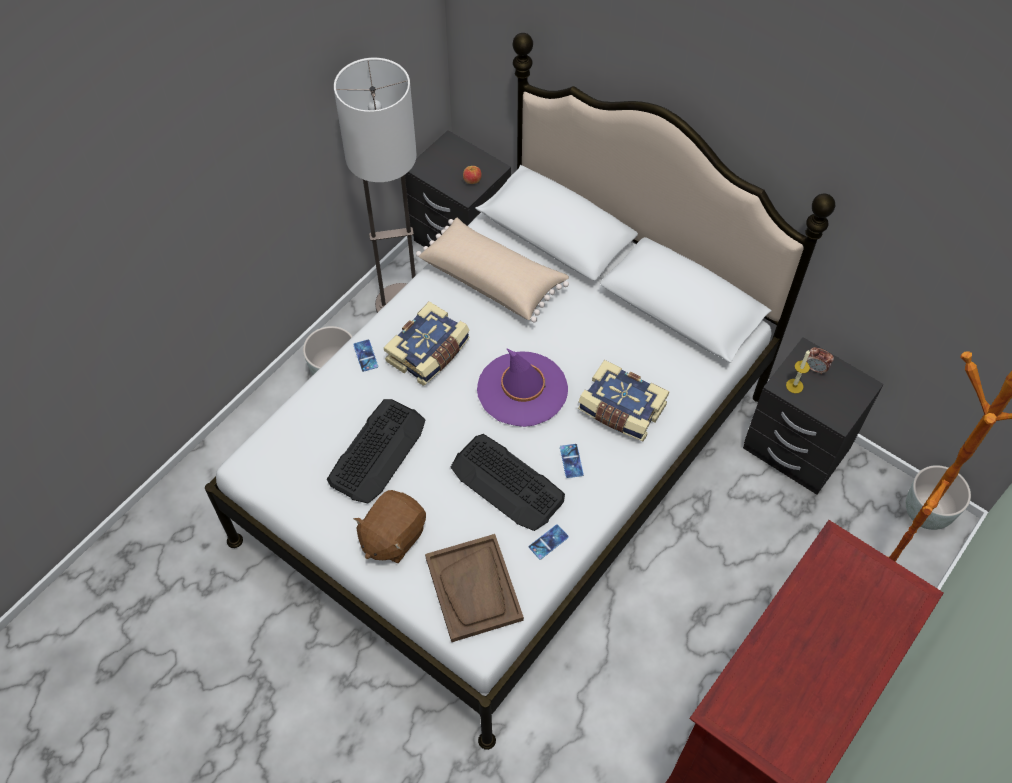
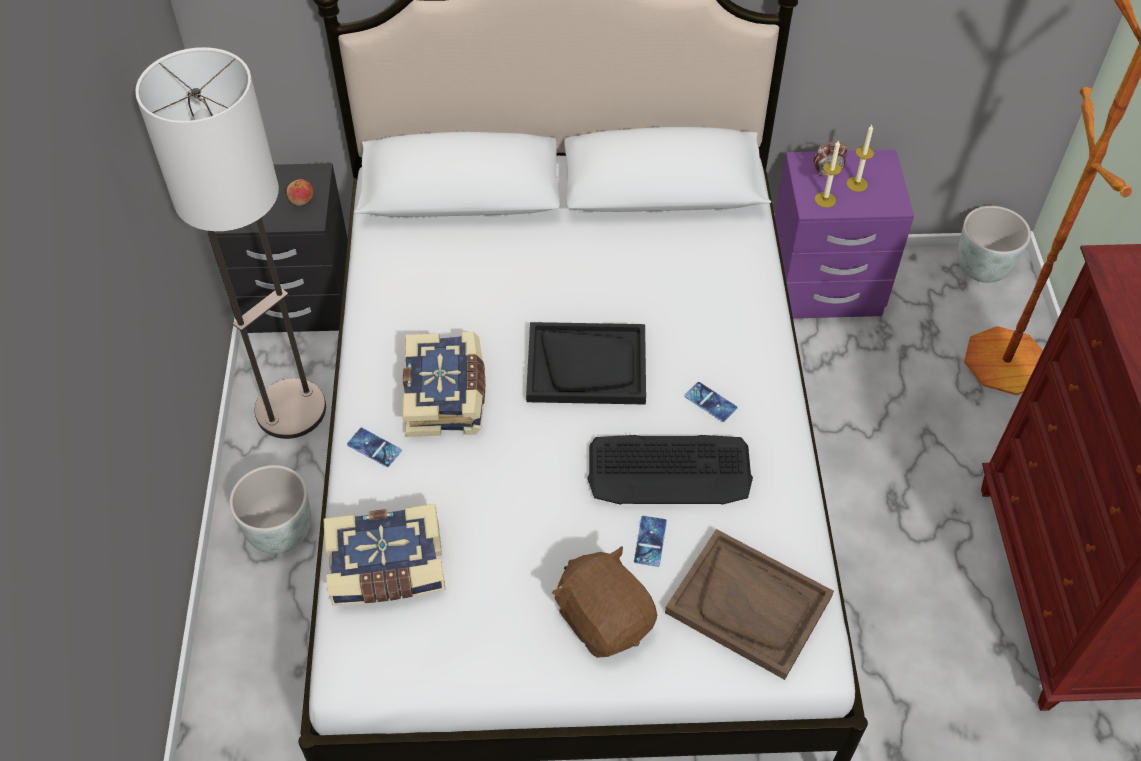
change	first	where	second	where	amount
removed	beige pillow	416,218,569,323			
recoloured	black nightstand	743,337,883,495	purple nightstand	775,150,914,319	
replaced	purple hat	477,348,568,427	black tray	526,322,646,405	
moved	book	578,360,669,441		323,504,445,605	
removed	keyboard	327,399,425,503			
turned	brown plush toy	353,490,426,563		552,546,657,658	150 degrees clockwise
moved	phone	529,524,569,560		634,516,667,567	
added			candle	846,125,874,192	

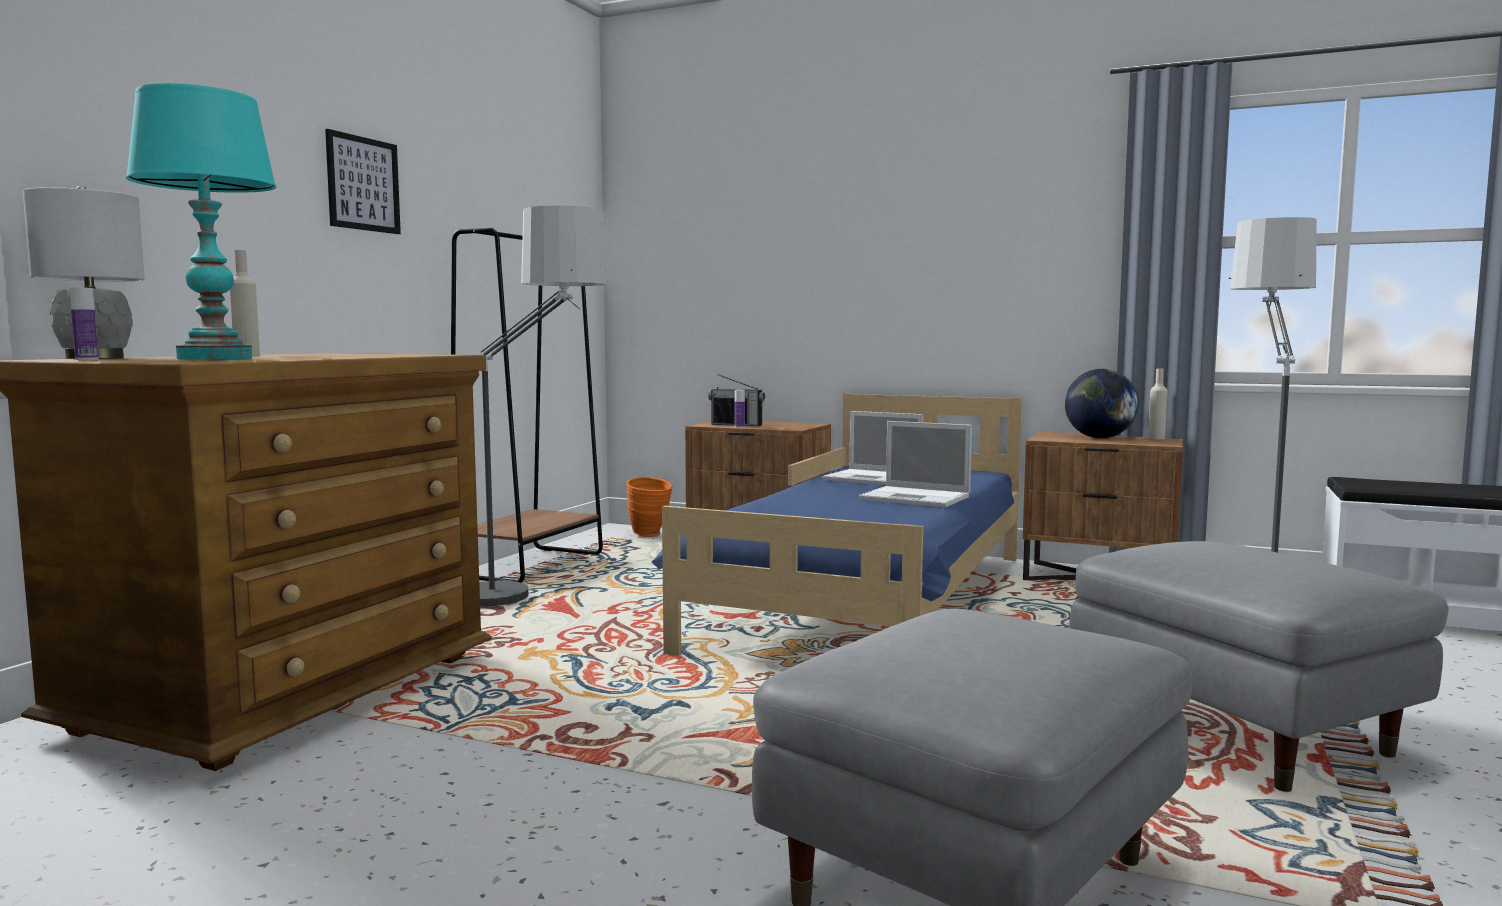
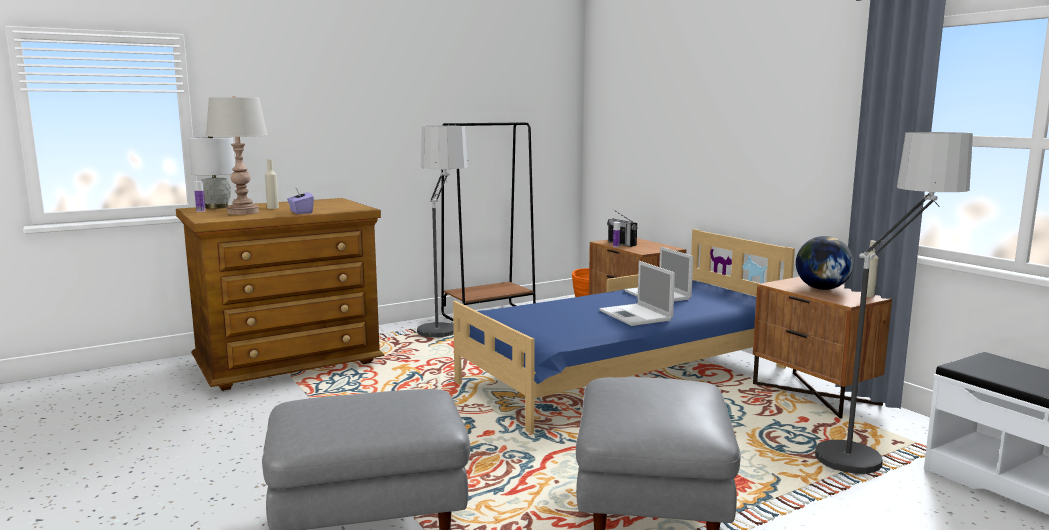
change	first	where	second	where	amount
recoloured	turquoise table lamp	126,83,276,360	grey table lamp	206,96,268,215	
removed	picture	325,129,401,234			
added			purple tissue box	287,187,314,214	

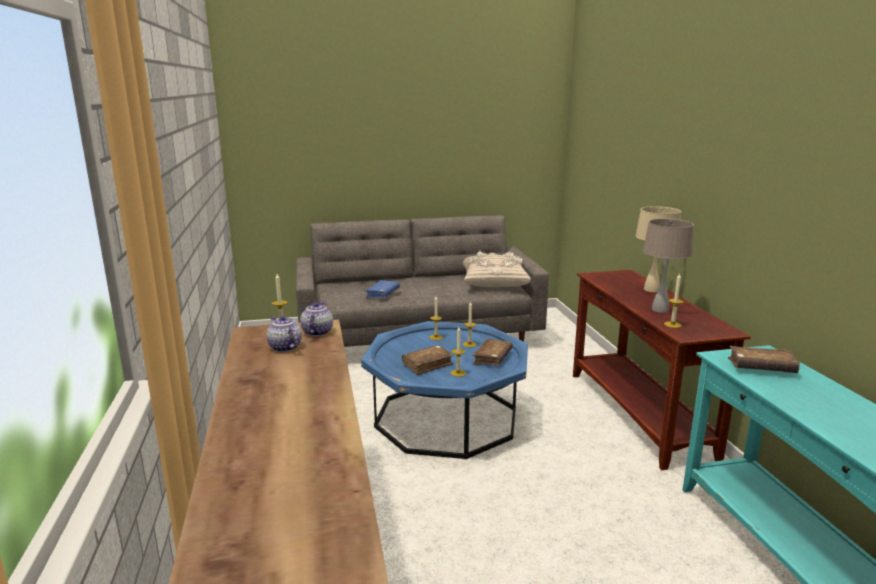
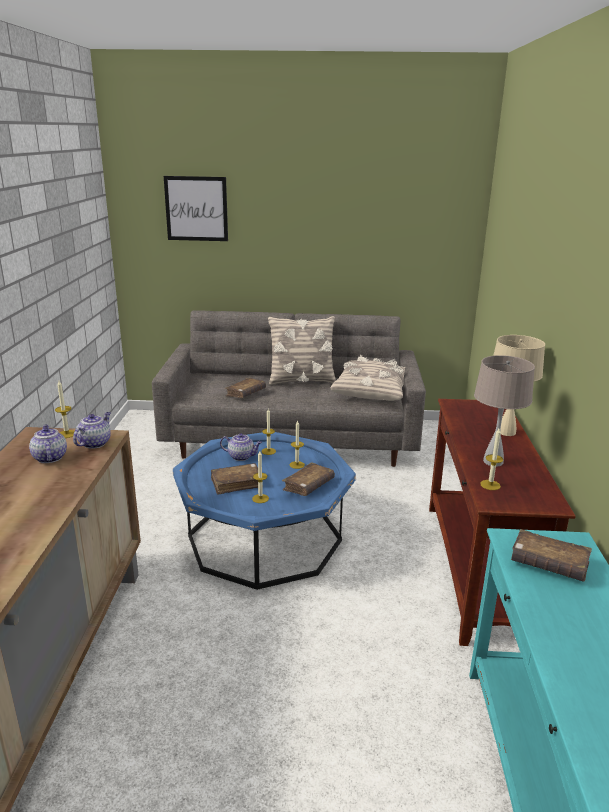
change	first	where	second	where	amount
recoloured	blue book	365,280,400,298	brown book	225,377,266,398	
added			picture	164,176,228,241	
added			beige pillow	268,316,336,385	
added			teapot	220,433,262,461	

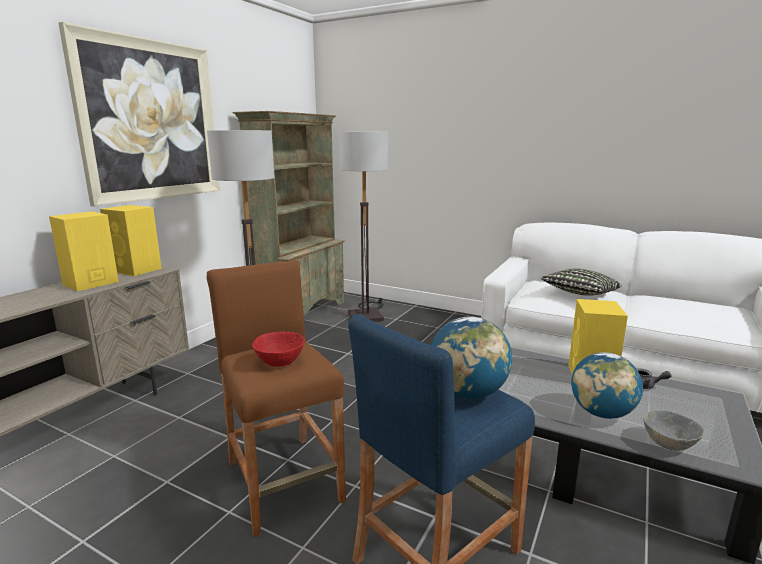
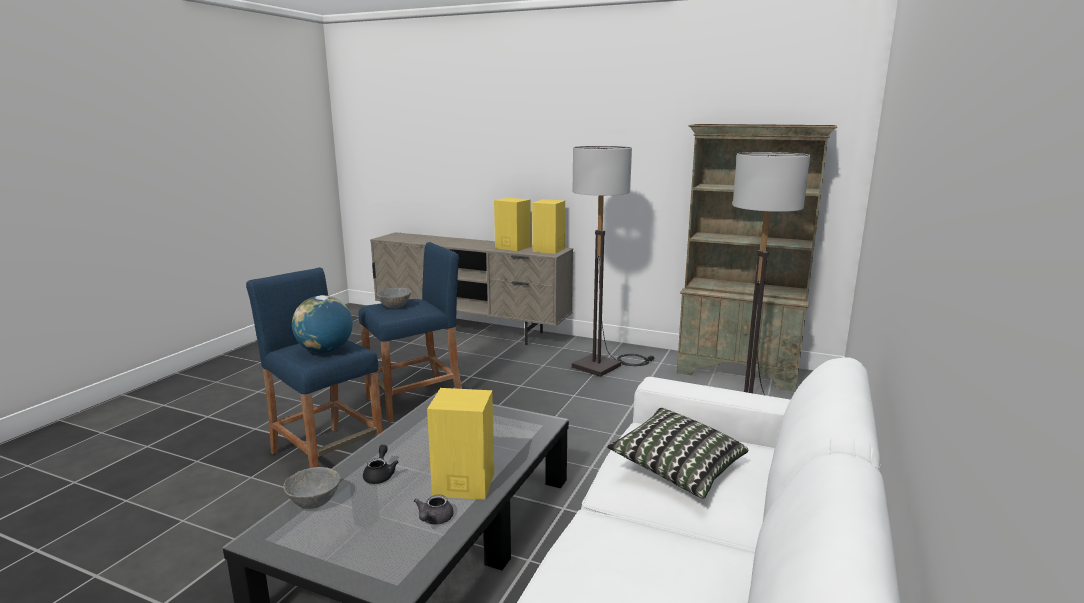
change	first	where	second	where	amount
removed	picture	58,22,220,206			
recoloured	brown stool	207,260,346,537	blue stool	358,242,462,423	
recoloured	red bowl	252,332,305,367	grey bowl	377,288,411,309	
replaced	globe	571,352,643,419	black teapot	363,445,398,484	

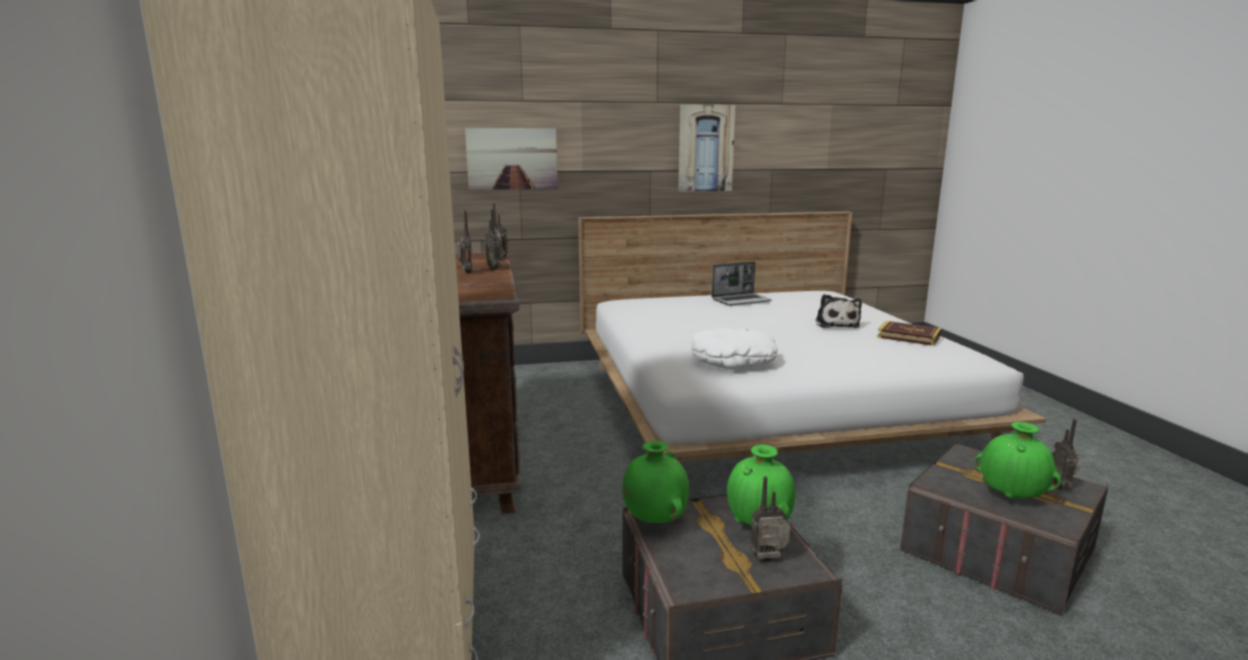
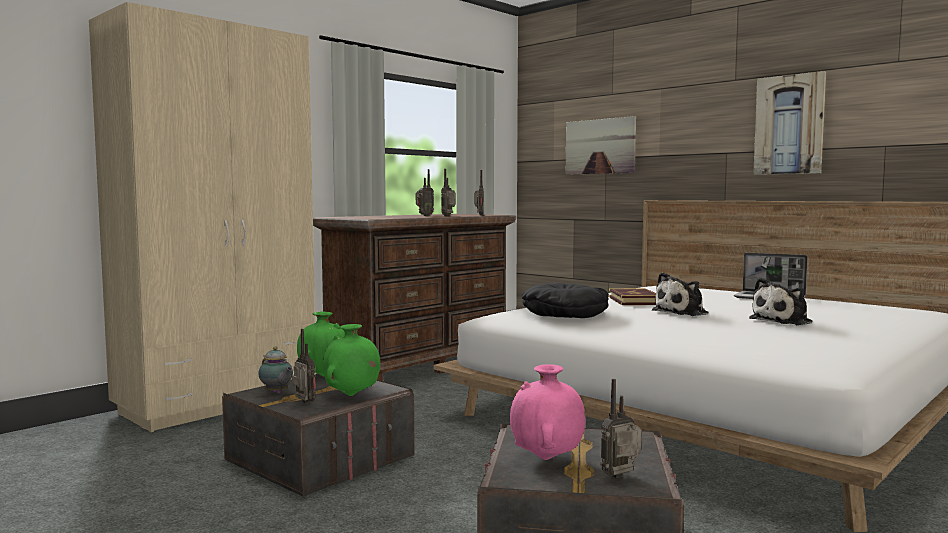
change	first	where	second	where	amount
moved	book	877,321,941,346		609,288,656,305	
recoloured	white pillow	691,328,778,369	black pillow	521,282,609,318	
recoloured	green vase	975,422,1062,499	pink vase	510,364,586,460	
added			plush toy	652,272,709,316	
added			teapot	258,347,293,394	

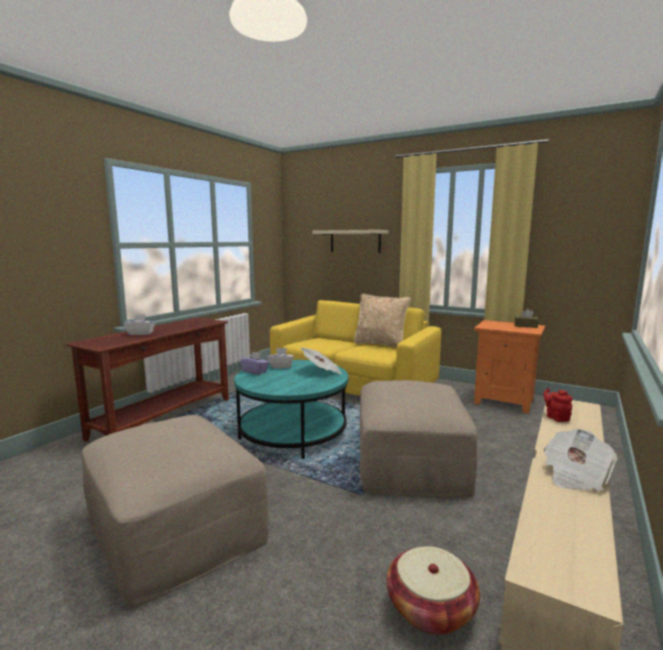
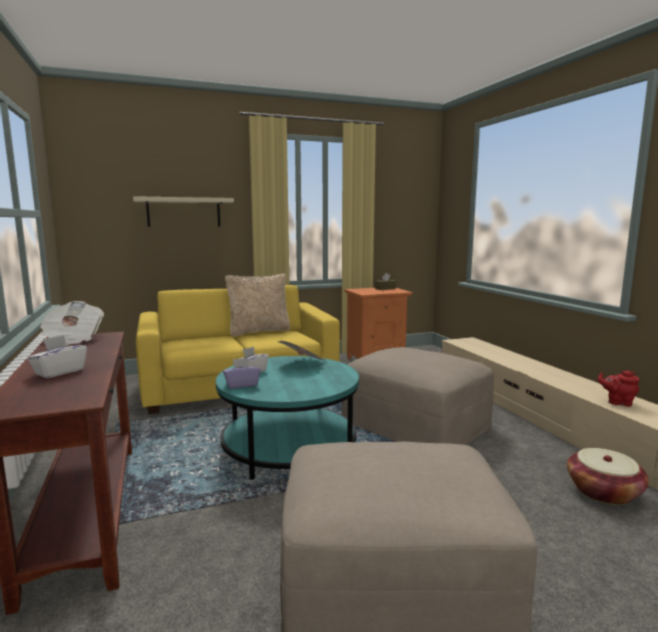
change	first	where	second	where	amount
moved	red teapot	543,388,573,422		598,371,640,406	
moved	newspaper	544,429,618,491		40,301,104,346	

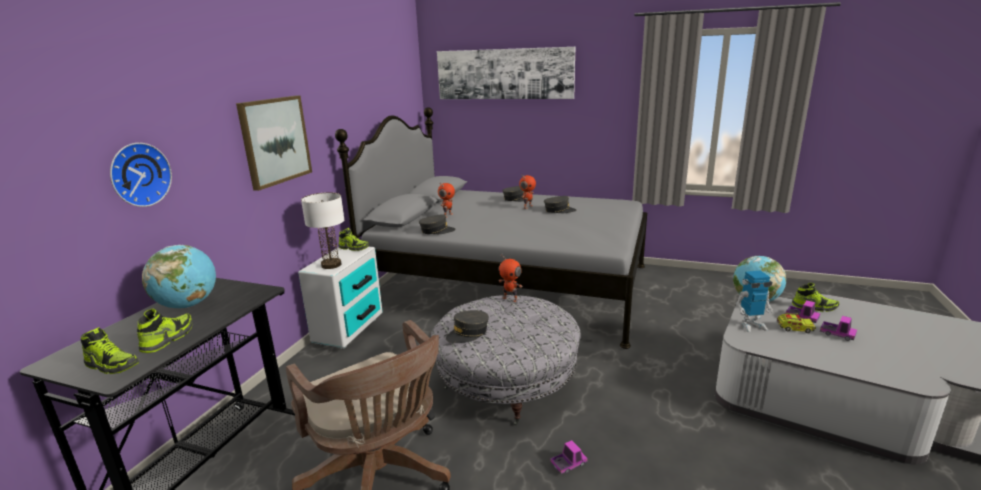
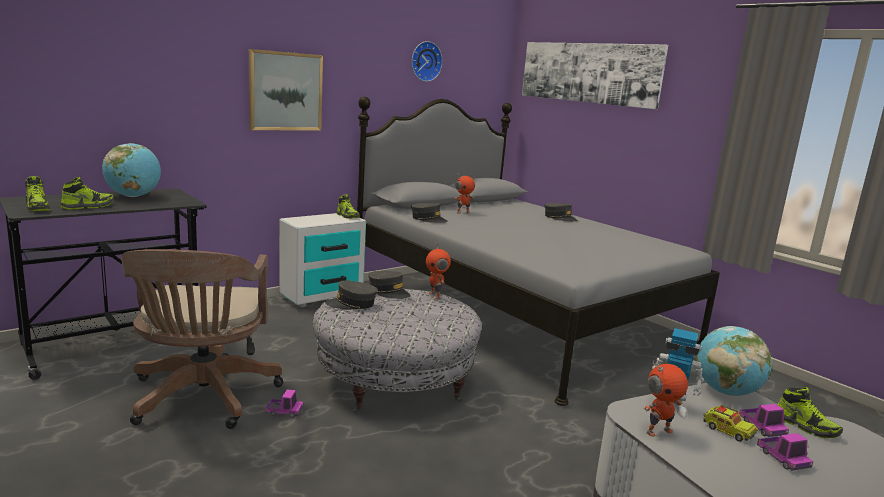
change	first	where	second	where	amount
moved	wall clock	110,143,172,207		412,41,443,82	
moved	toy robot	519,174,536,209		644,361,688,437	
removed	table lamp	301,192,344,269			
moved	grey cap	544,196,576,213		368,271,411,299	
moved	toy truck	550,440,588,474		265,389,303,417	

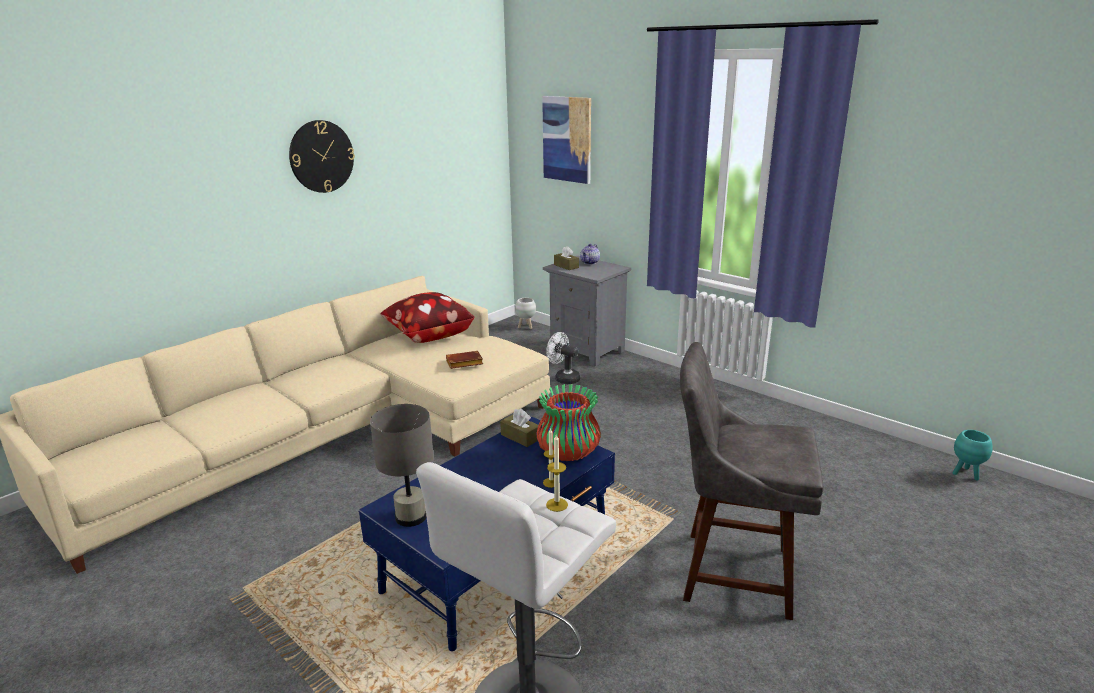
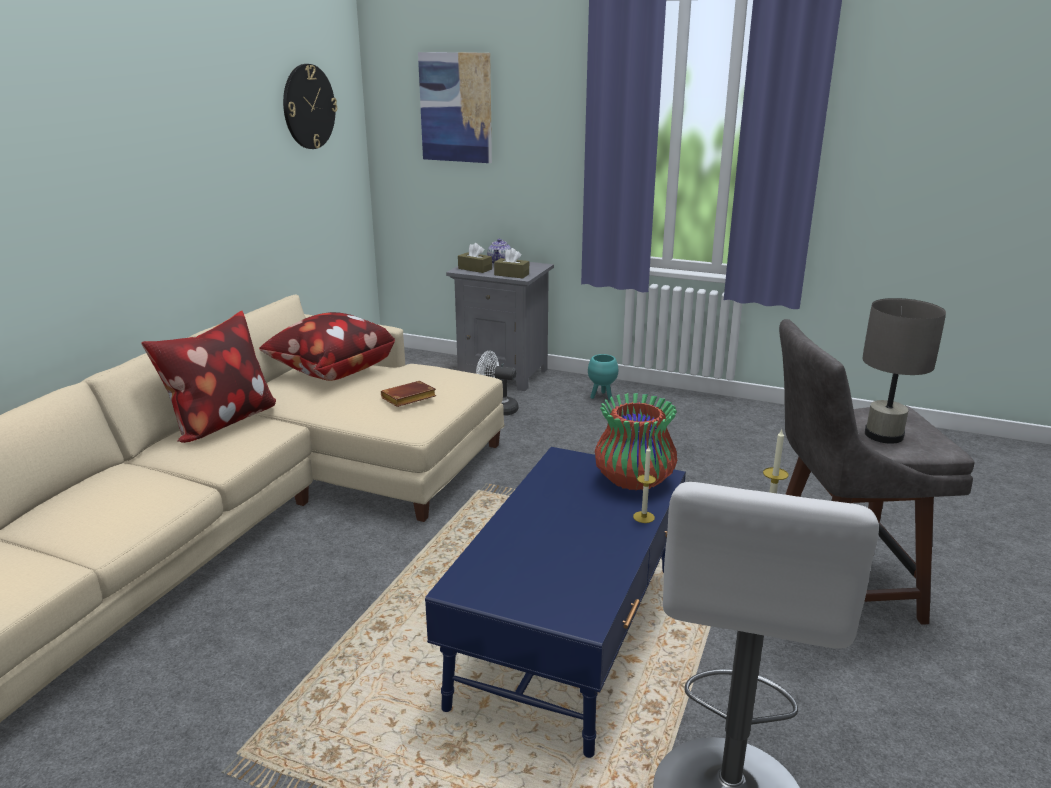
change	first	where	second	where	amount
moved	wall clock	289,120,355,193		283,64,337,149	
removed	white planter	515,298,536,329			
moved	grey table lamp	370,404,433,527		862,298,946,444	
moved	brown tissue box	500,409,538,447		494,248,529,278	
moved	turquoise planter	952,430,993,480		588,354,618,400	
added			pillow	141,311,276,443	

